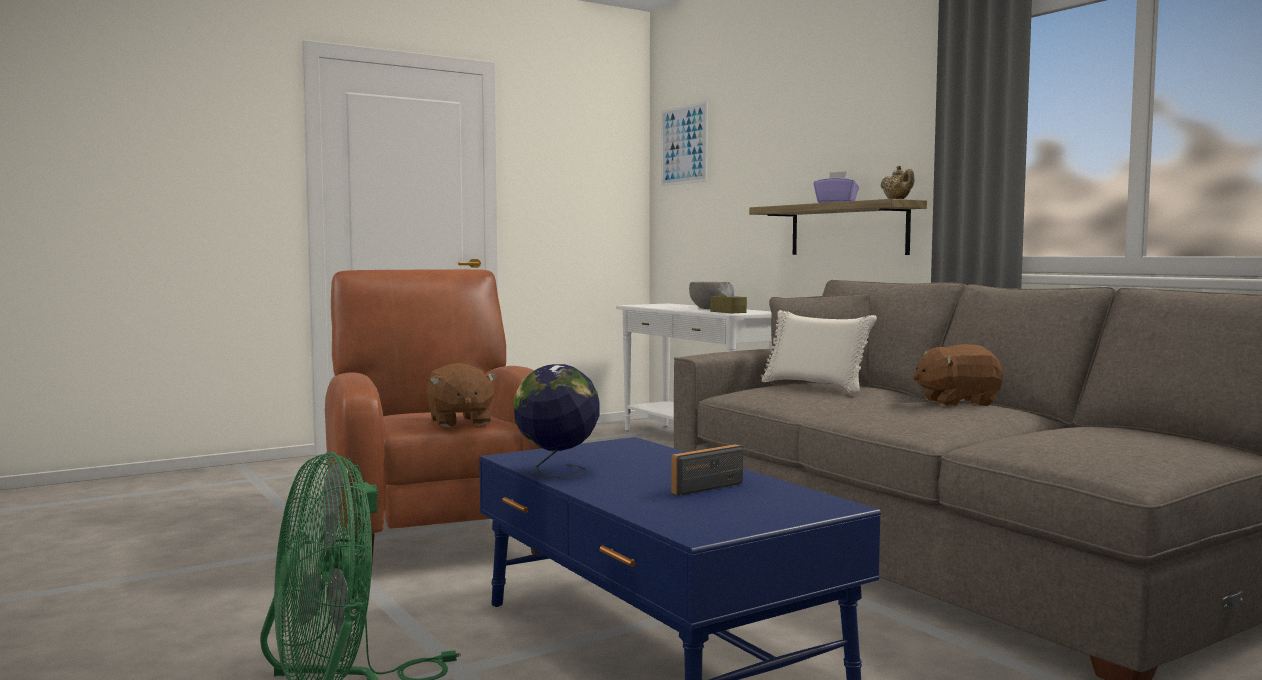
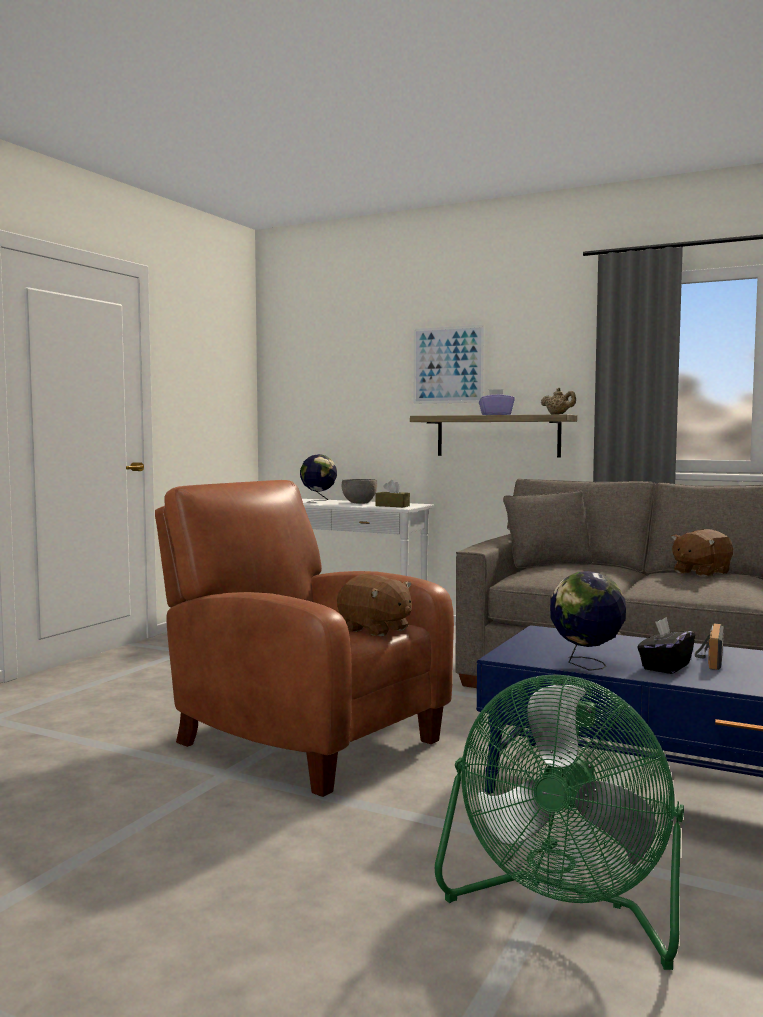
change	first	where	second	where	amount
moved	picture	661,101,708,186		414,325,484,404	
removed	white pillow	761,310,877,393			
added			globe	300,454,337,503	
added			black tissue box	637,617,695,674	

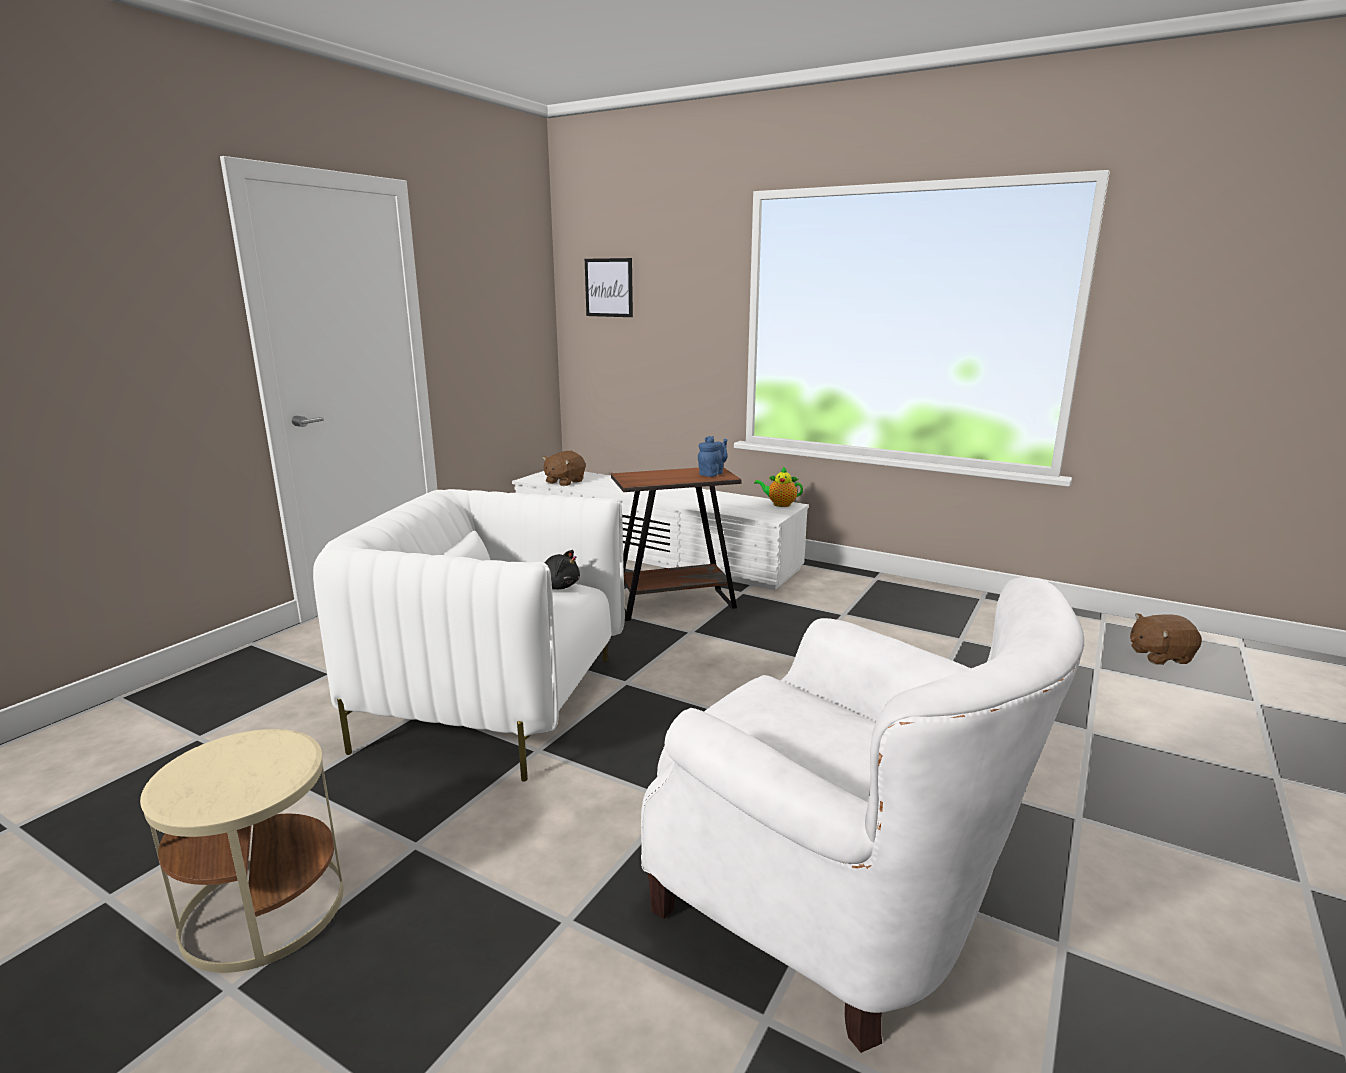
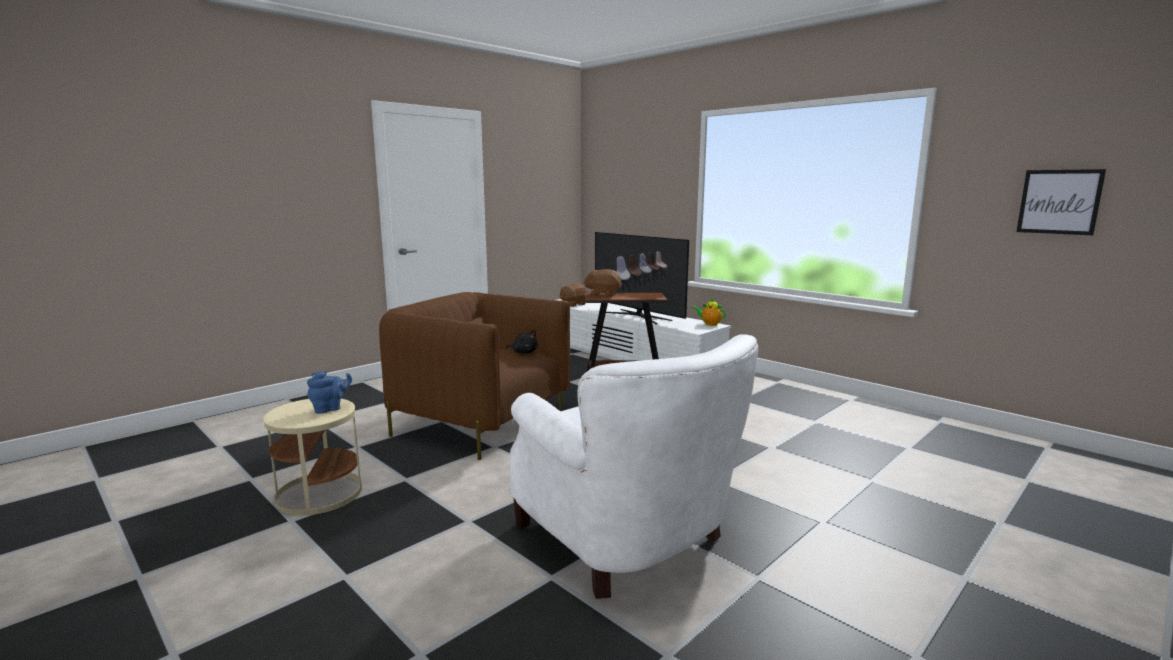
change	first	where	second	where	amount
moved	picture	585,258,633,317		1016,169,1106,235	
moved	blue teapot	698,436,727,477		307,371,352,414	
recoloured	white armchair	313,489,625,782	brown armchair	379,292,570,460	
moved	brown plush toy	1130,613,1202,665		583,269,622,297	
added			television	595,232,689,324	

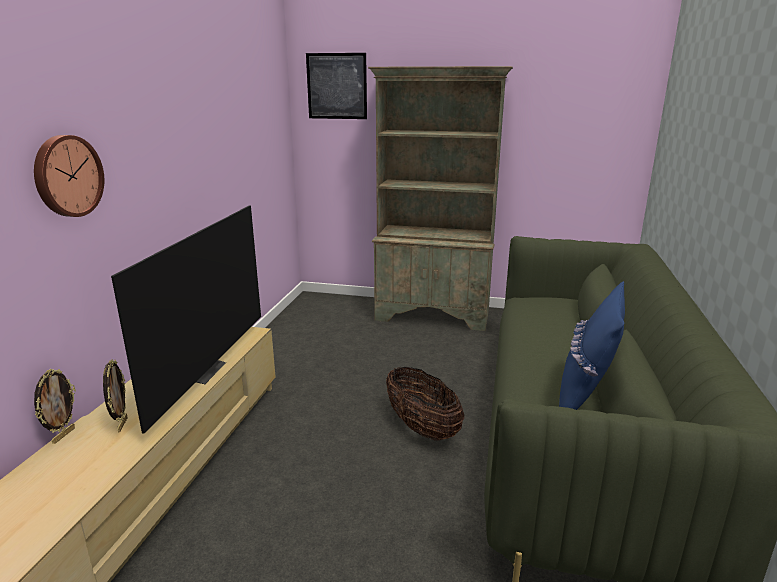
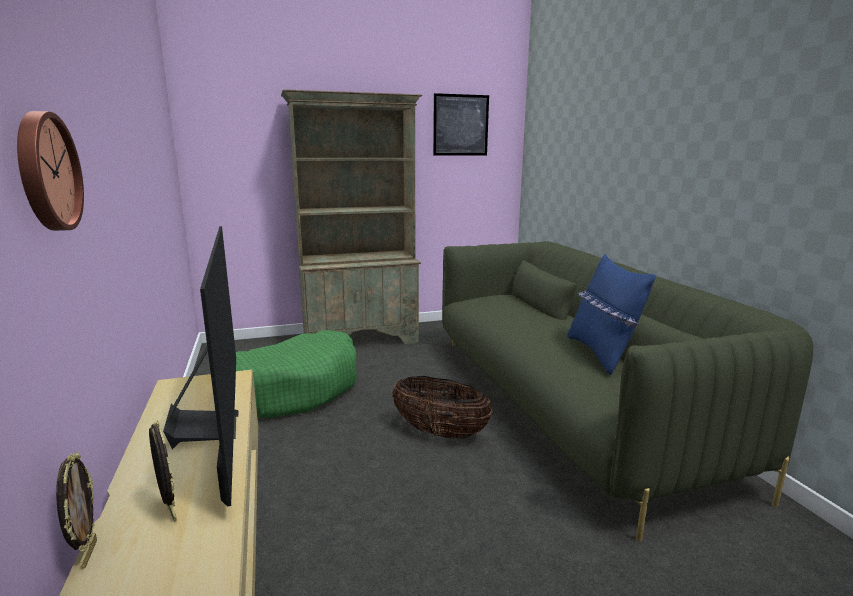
change	first	where	second	where	amount
moved	picture	306,53,367,119		433,93,489,156	
added			green dog bed	236,330,357,418	

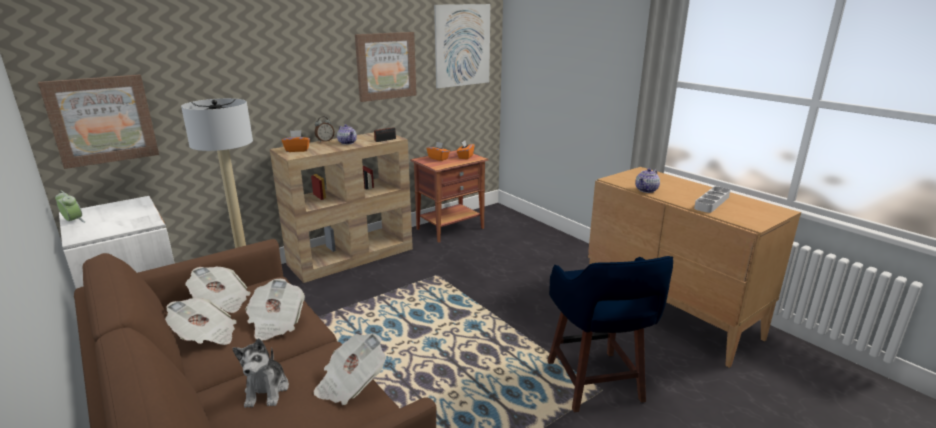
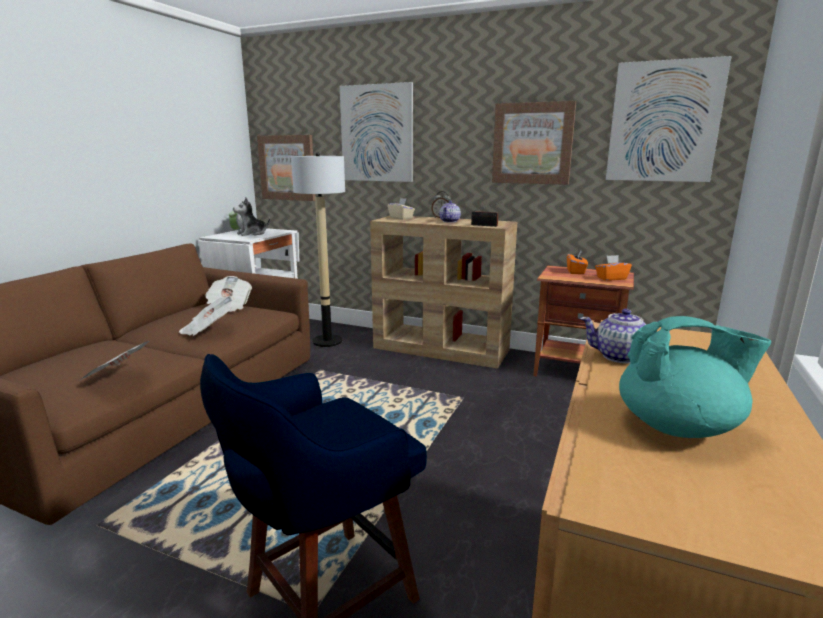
change	first	where	second	where	amount
recoloured	orange tissue box	282,130,310,152	beige tissue box	388,198,415,220	
replaced	grey tray	694,186,730,213	turquoise teapot	619,316,771,438	
removed	newspaper	165,298,236,345			
moved	plush toy	233,338,289,408		233,197,270,236	
added			picture	340,82,413,182	

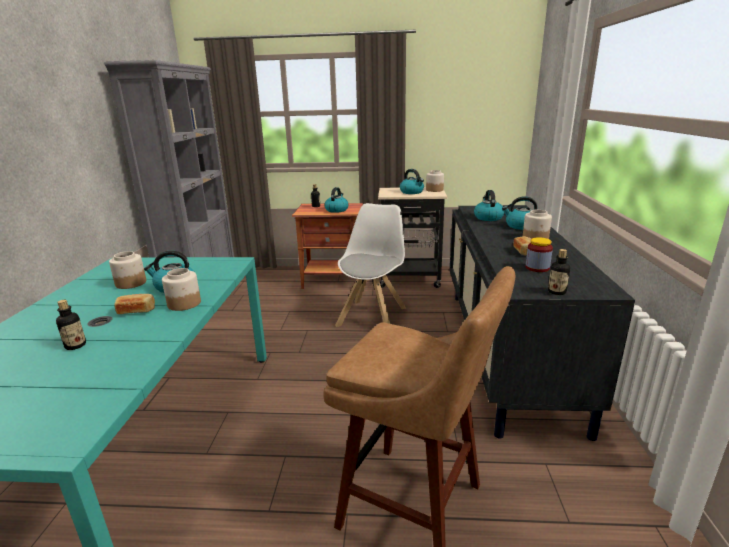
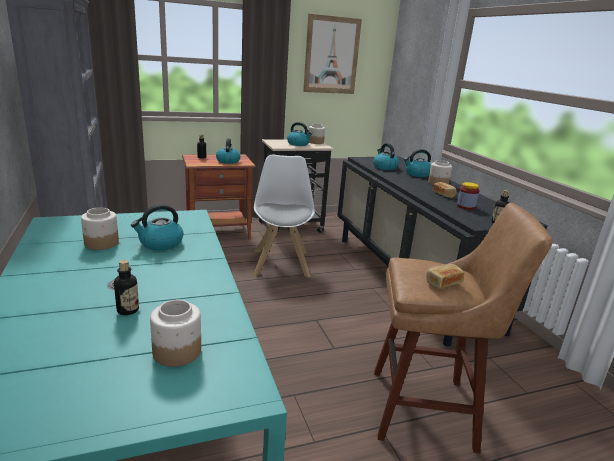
change	first	where	second	where	amount
moved	jar	162,268,201,311		150,300,201,367	
moved	bread	114,294,155,314		426,264,464,288	
added			picture	303,14,362,94	

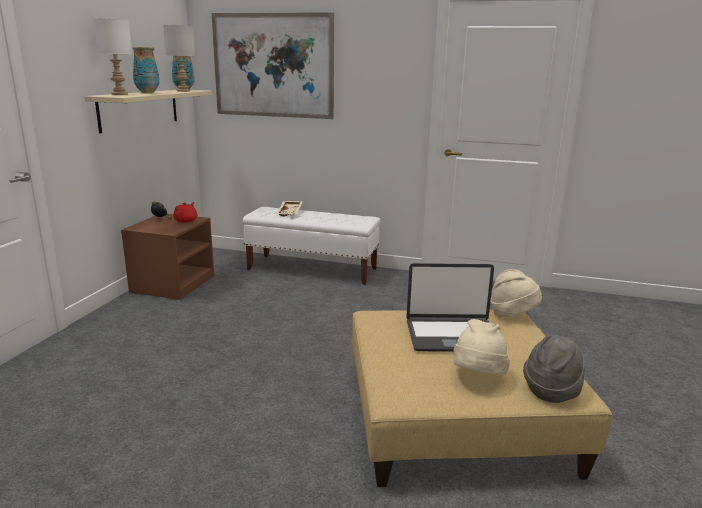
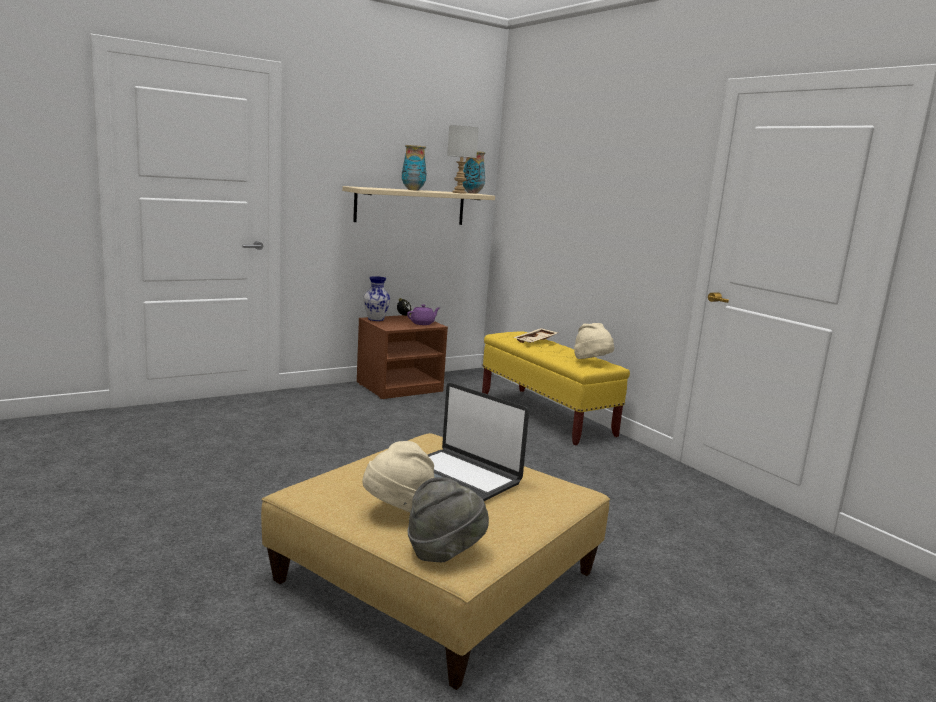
change	first	where	second	where	amount
removed	picture	212,12,334,119			
removed	white table lamp	93,18,132,95			
recoloured	red teapot	173,202,198,222	purple teapot	407,305,440,325	
recoloured	white bench	243,207,381,285	yellow bench	482,331,630,445	
moved	beige hat	490,269,542,318		574,323,614,359	
added			vase	363,276,390,321	

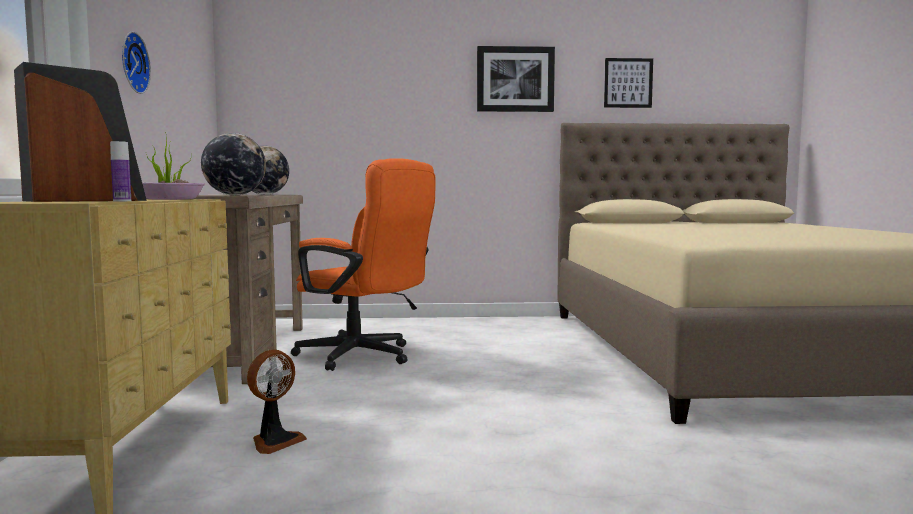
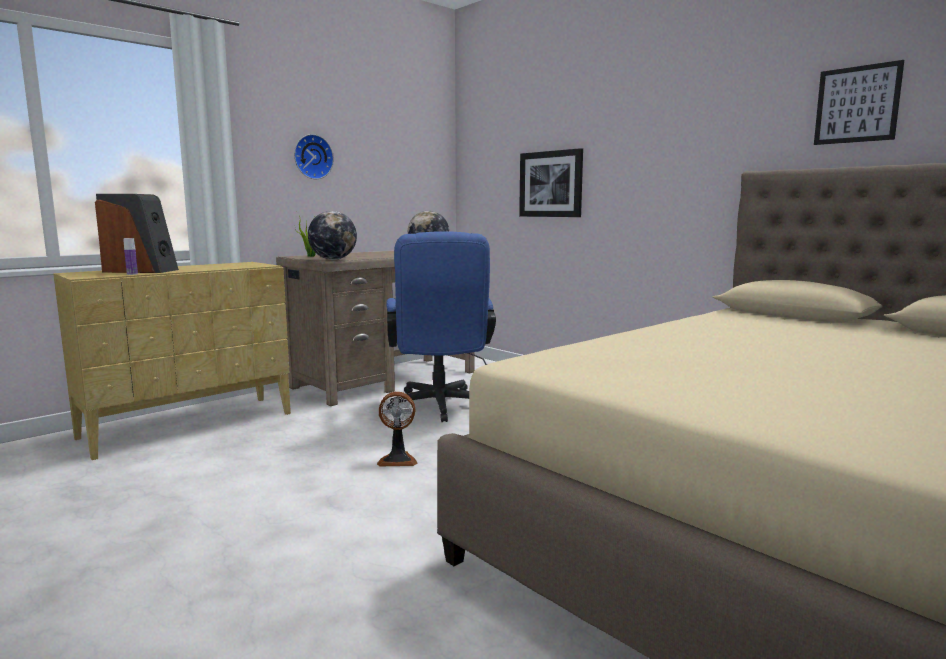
change	first	where	second	where	amount
moved	picture	477,46,555,112		519,148,583,217	
recoloured	orange office chair	291,158,436,371	blue office chair	386,231,496,422	
removed	bowl	142,179,205,200			
moved	fan	247,350,307,454		377,392,417,466	

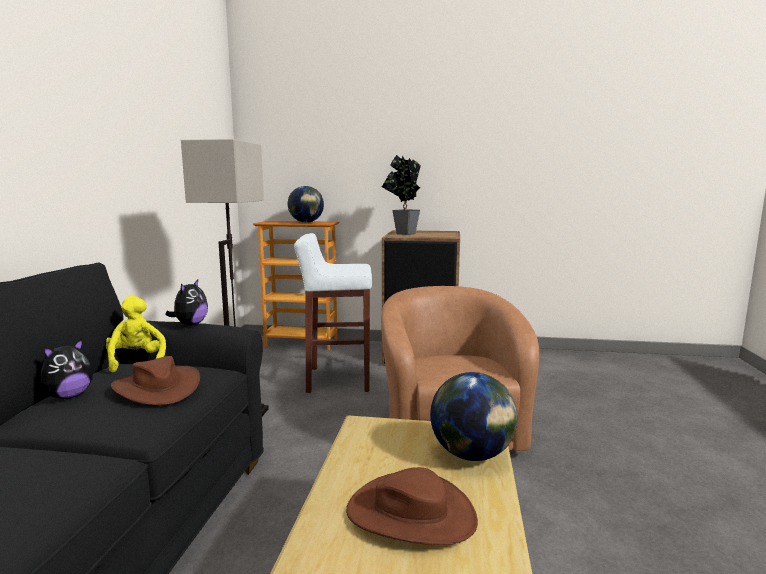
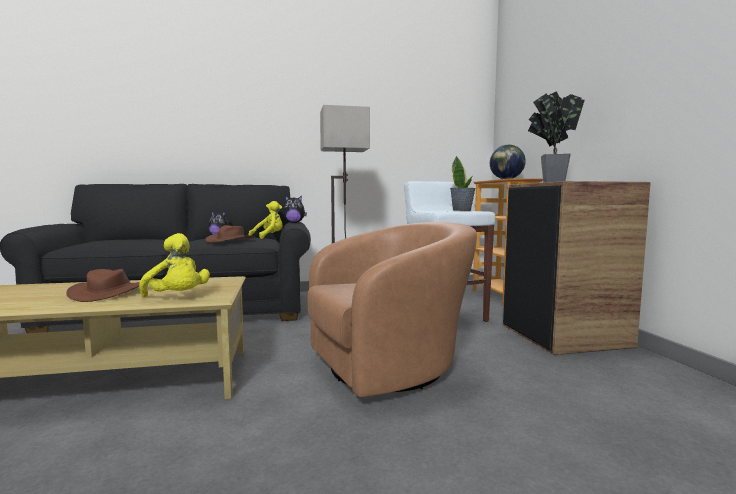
change	first	where	second	where	amount
replaced	globe	430,372,517,461	yellow plush toy	139,233,210,298	
added			potted plant	450,156,476,211	

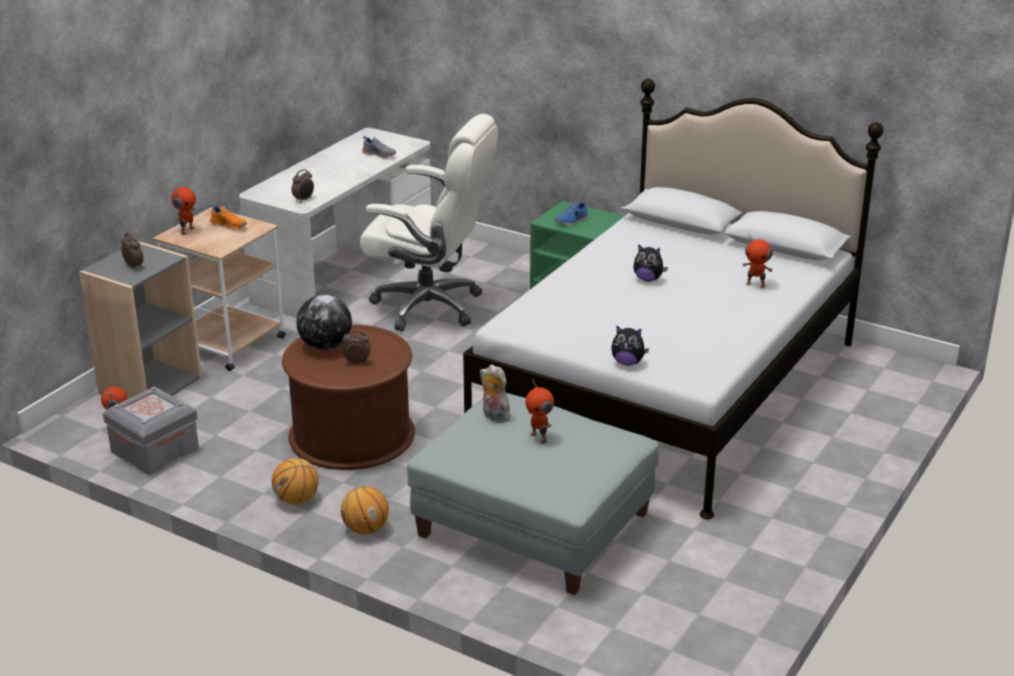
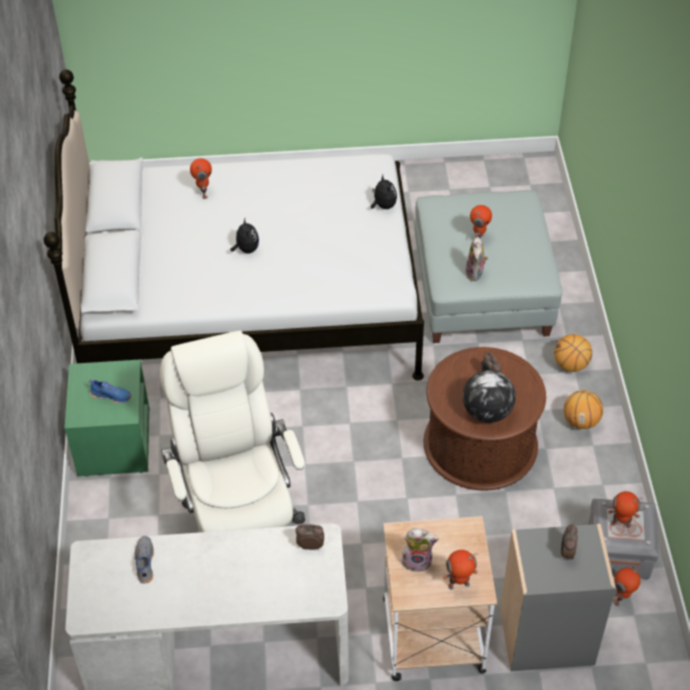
change	first	where	second	where	amount
replaced	orange shoe	210,205,247,230	plush toy	402,528,439,572	
added			toy robot	608,491,641,528	

